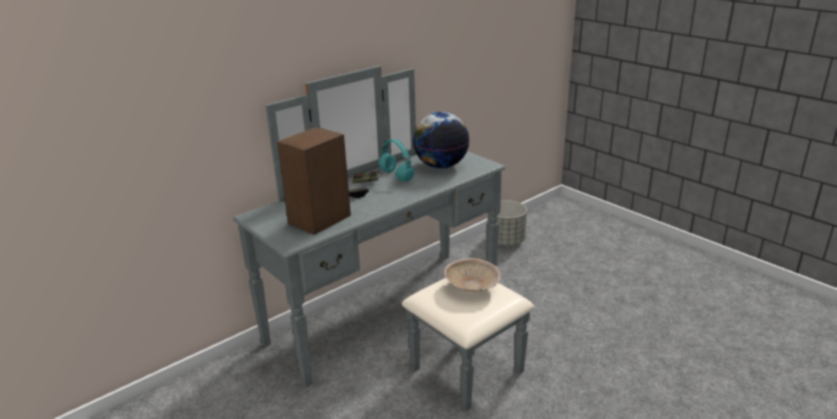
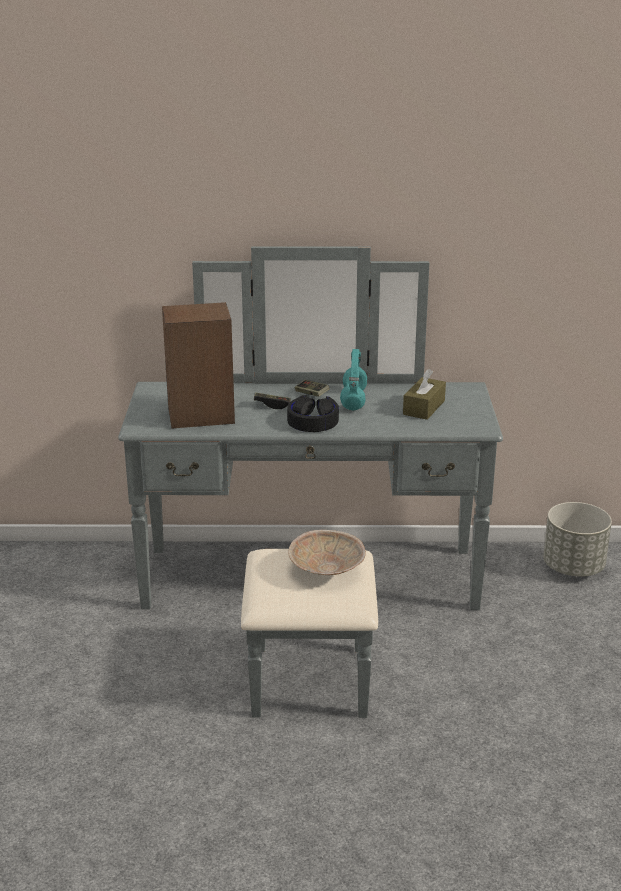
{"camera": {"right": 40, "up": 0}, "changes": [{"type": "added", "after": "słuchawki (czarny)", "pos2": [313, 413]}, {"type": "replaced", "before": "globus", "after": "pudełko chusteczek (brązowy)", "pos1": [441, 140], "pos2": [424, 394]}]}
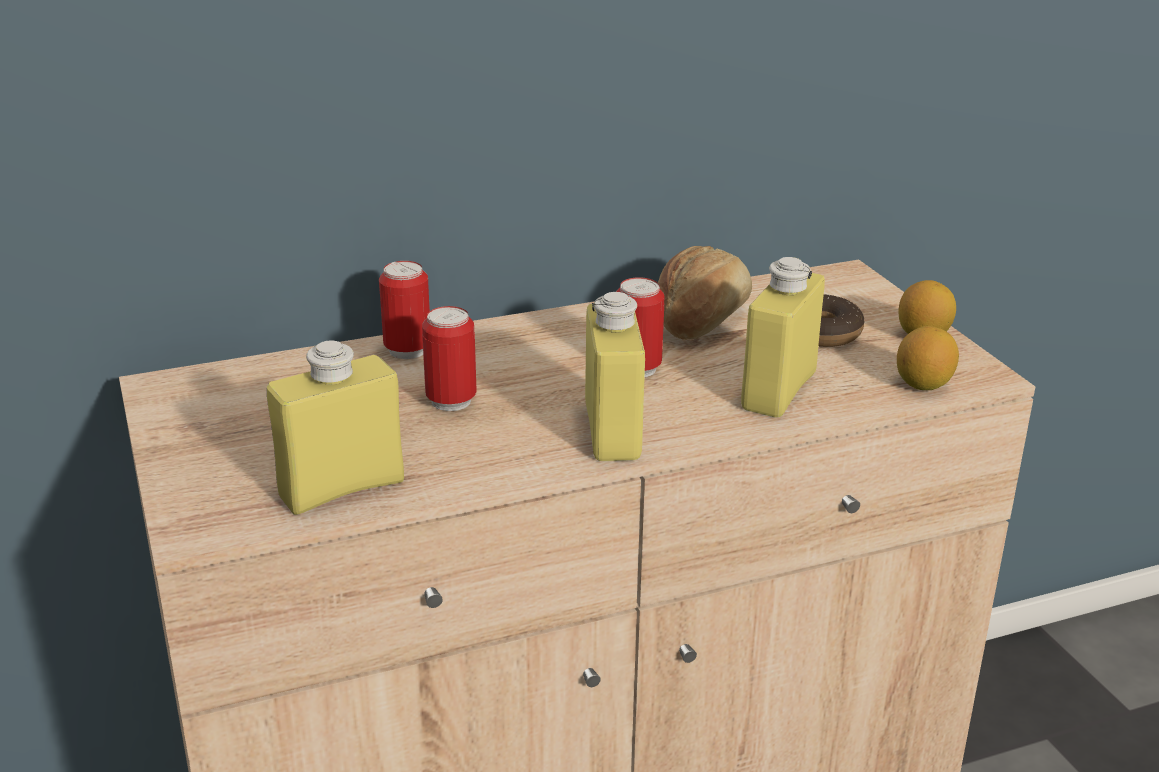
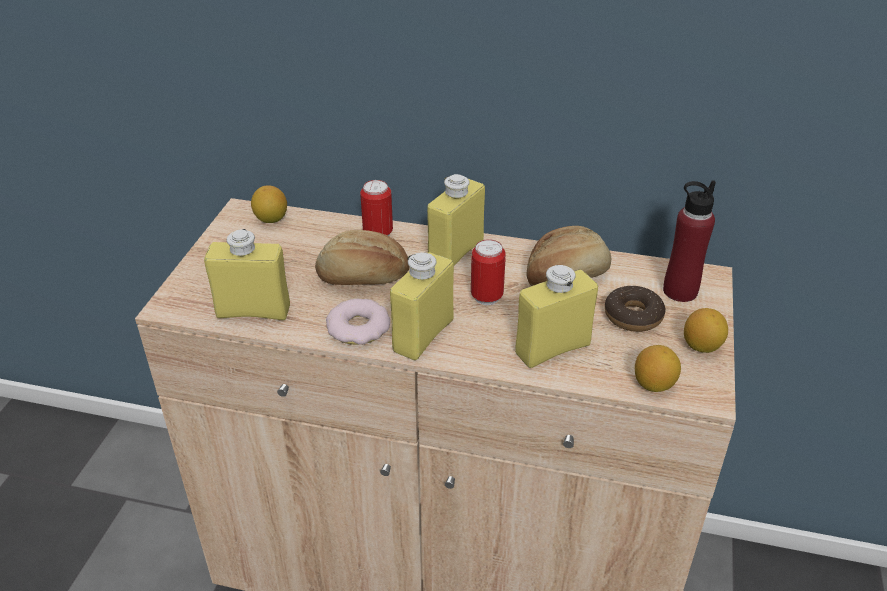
{"camera": {"right": 35, "up": 10}, "changes": [{"type": "added", "after": "cytryna", "pos2": [269, 204]}, {"type": "added", "after": "donut", "pos2": [358, 322]}, {"type": "added", "after": "butelka (żółty)", "pos2": [456, 220]}, {"type": "added", "after": "butelka (czerwony)", "pos2": [689, 241]}, {"type": "replaced", "before": "puszka", "after": "chleb", "pos1": [449, 358], "pos2": [362, 257]}]}
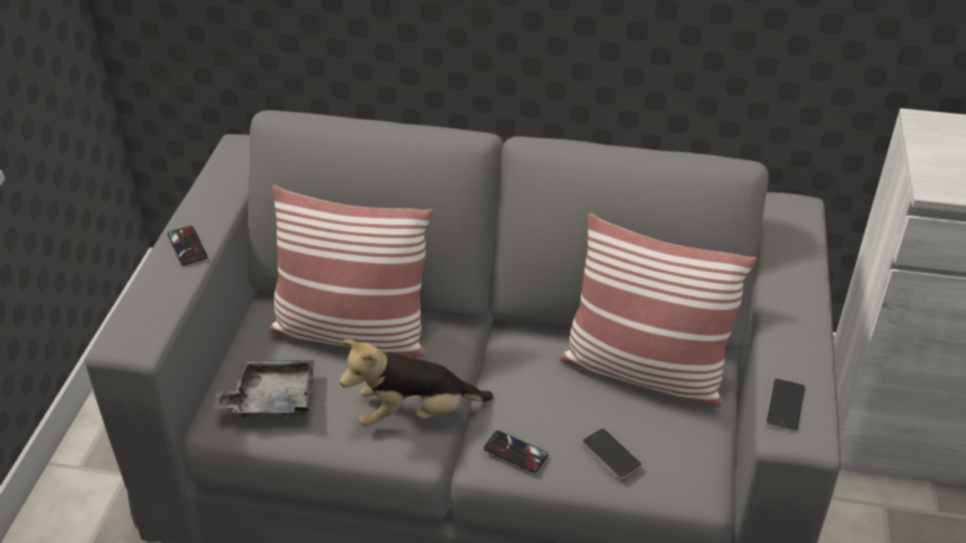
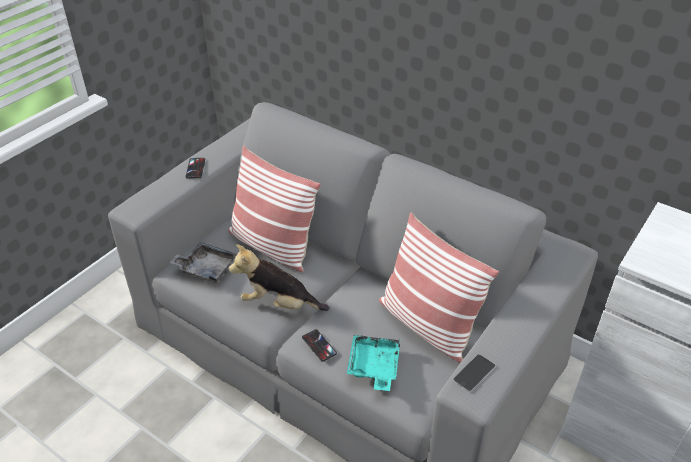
{"camera": {"right": 25, "up": 0}, "changes": [{"type": "replaced", "before": "telefon", "after": "taca (turkusowy)", "pos1": [612, 453], "pos2": [373, 363]}]}
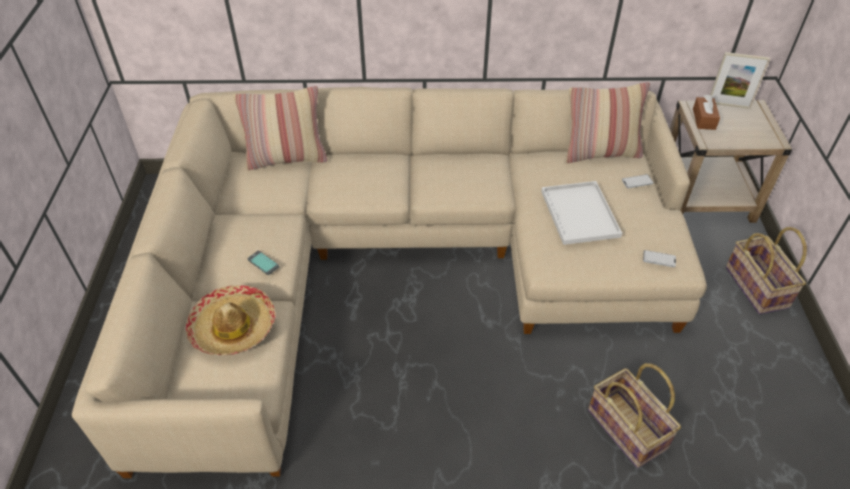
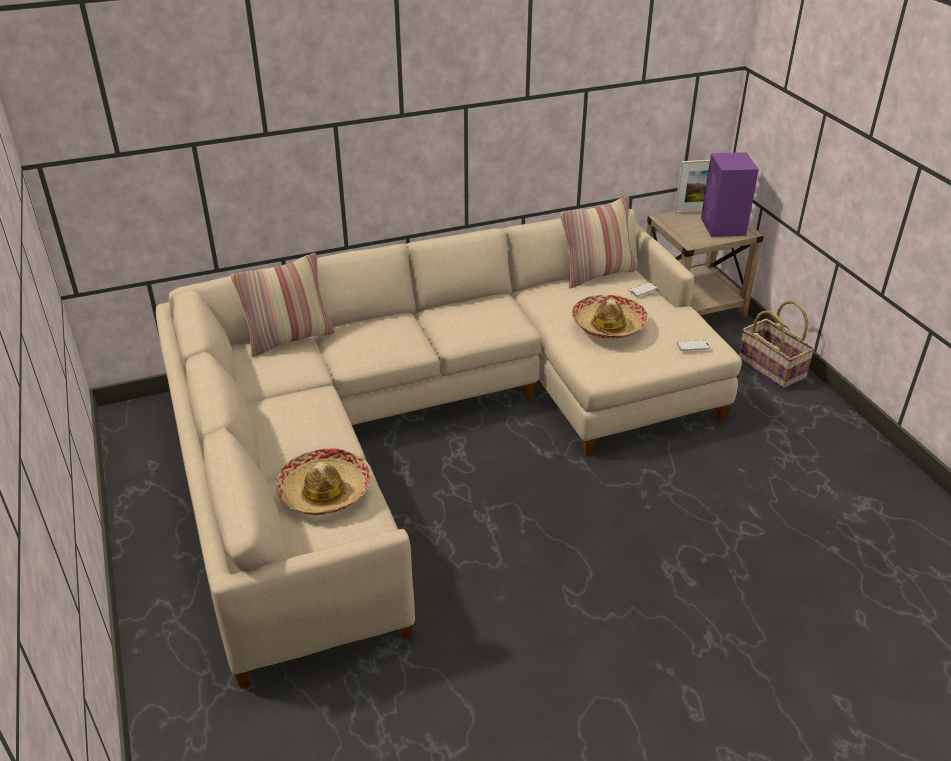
{"camera": {"right": -20, "up": -10}, "changes": [{"type": "removed", "before": "telefon", "pos1": [263, 263]}, {"type": "removed", "before": "koszyk", "pos1": [634, 415]}, {"type": "removed", "before": "pudełko chusteczek (brązowy)", "pos1": [706, 112]}, {"type": "added", "after": "głośnik (fioletowy)", "pos2": [730, 194]}, {"type": "replaced", "before": "taca (biały)", "after": "kapelusz", "pos1": [581, 213], "pos2": [610, 317]}]}
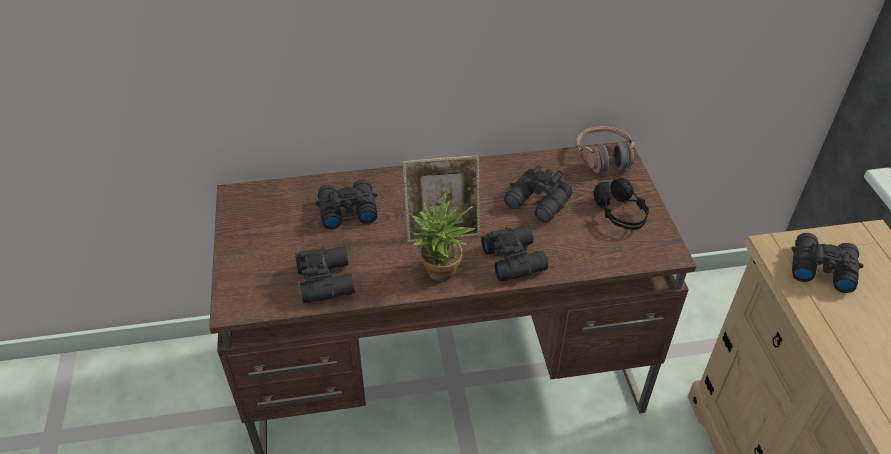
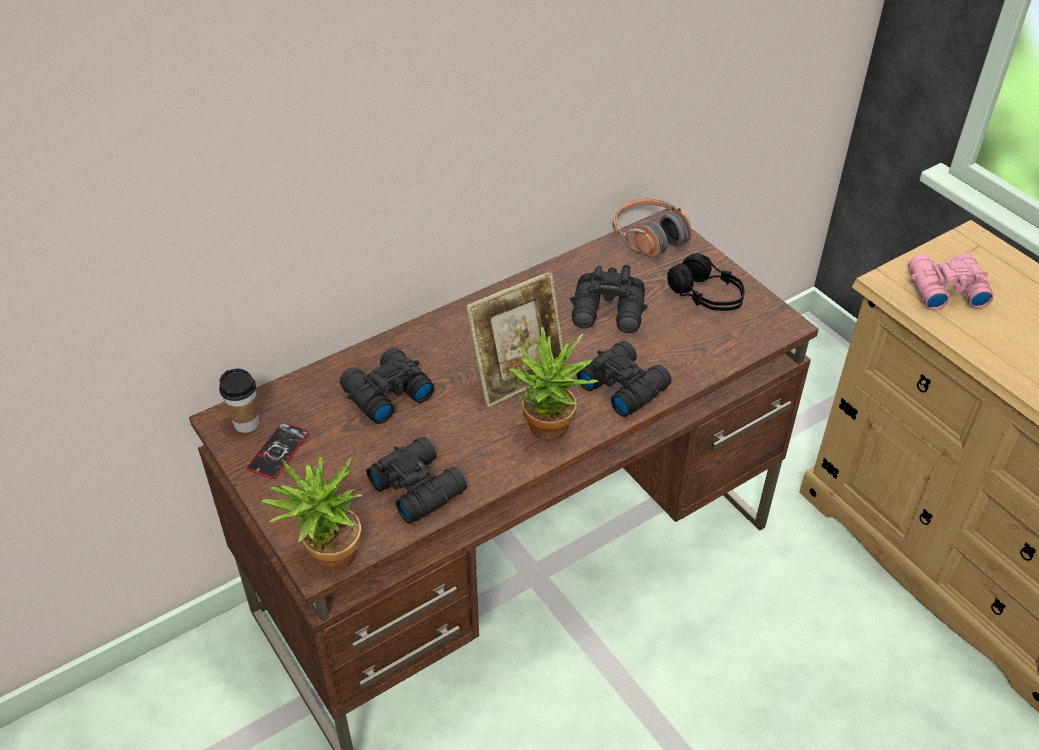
{"camera": {"right": -25, "up": 0}, "changes": [{"type": "added", "after": "filiżanka", "pos2": [239, 400]}, {"type": "added", "after": "telefon", "pos2": [278, 450]}, {"type": "added", "after": "roślina doniczkowa", "pos2": [312, 514]}, {"type": "recoloured", "before": "lornetka (czarny)", "after": "lornetka (różowy)", "pos1": [827, 263], "pos2": [950, 281]}]}
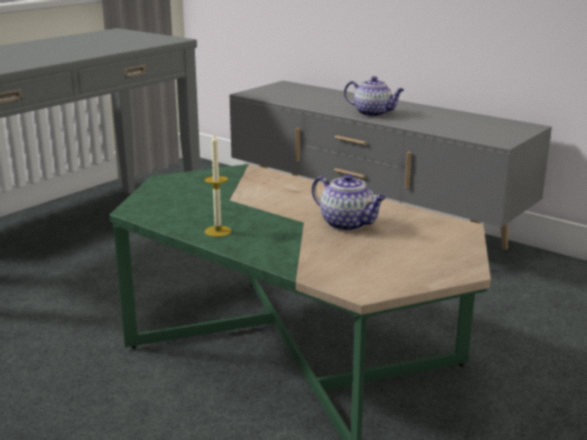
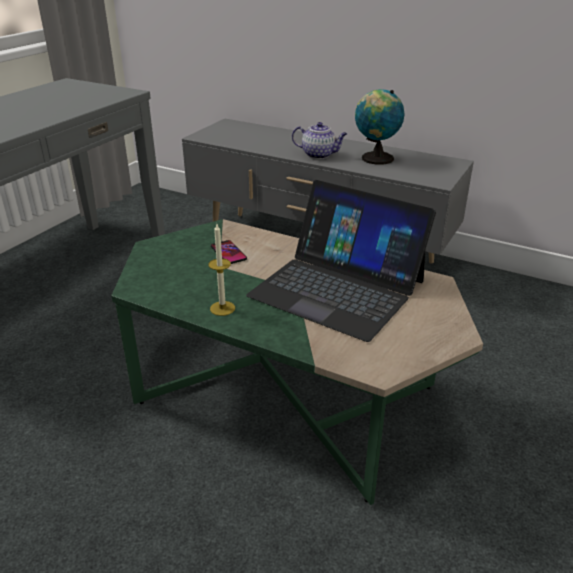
{"camera": {"right": -10, "up": 10}, "changes": [{"type": "added", "after": "telefon", "pos2": [229, 252]}, {"type": "added", "after": "globus", "pos2": [380, 126]}, {"type": "replaced", "before": "imbryk", "after": "laptop", "pos1": [349, 202], "pos2": [341, 261]}]}
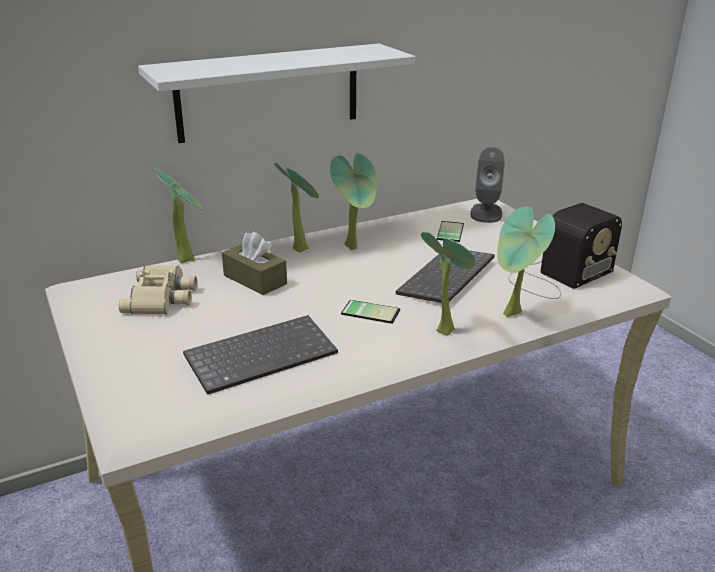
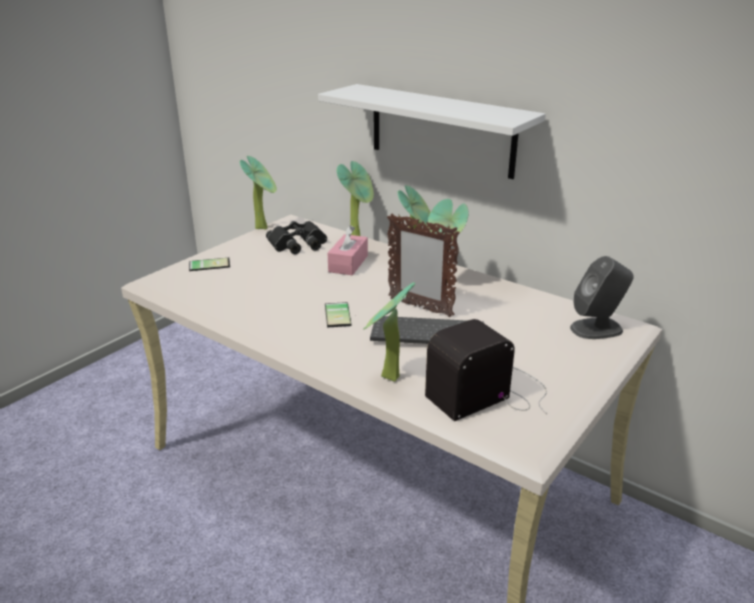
{"camera": {"right": 65, "up": 0}, "changes": [{"type": "removed", "before": "klawiatura", "pos1": [260, 355]}, {"type": "added", "after": "ramka na zdjęcie", "pos2": [423, 265]}, {"type": "moved", "before": "roślina doniczkowa", "pos1": [448, 283], "pos2": [258, 193]}, {"type": "moved", "before": "telefon", "pos1": [450, 231], "pos2": [209, 264]}, {"type": "recoloured", "before": "lornetka (beżowy)", "after": "lornetka (czarny)", "pos1": [158, 289], "pos2": [296, 237]}, {"type": "recoloured", "before": "pudełko chusteczek (brązowy)", "after": "pudełko chusteczek (różowy)", "pos1": [254, 263], "pos2": [348, 250]}, {"type": "turned", "before": "radio", "pos1": [565, 251], "pos2": [486, 370], "turn": 120}]}
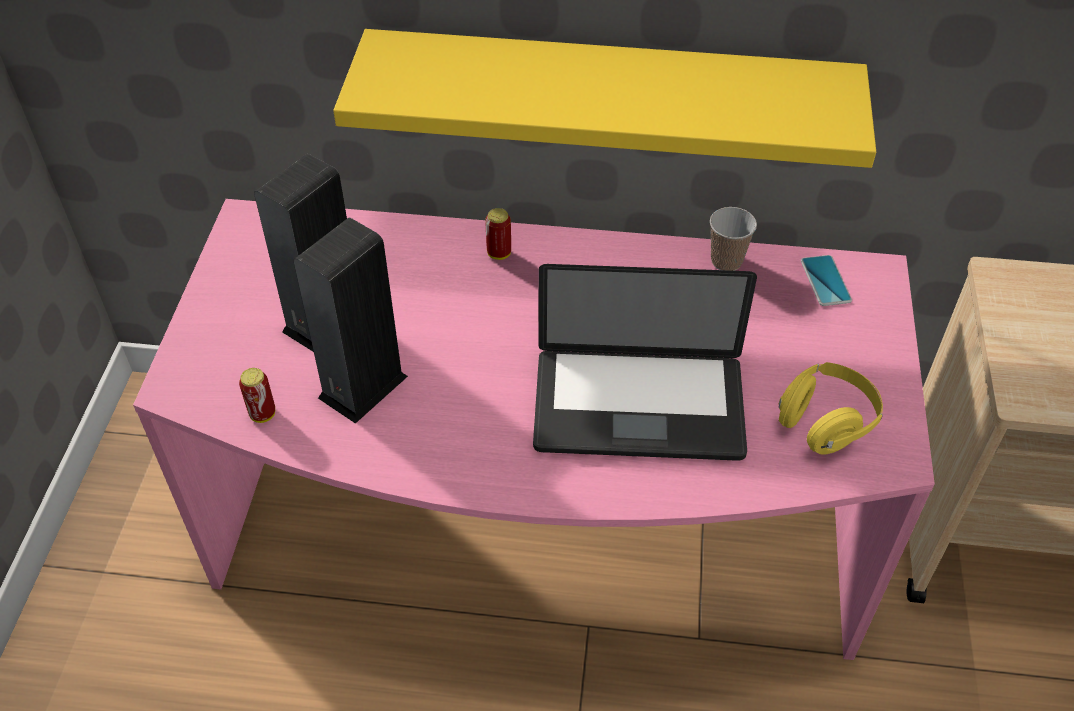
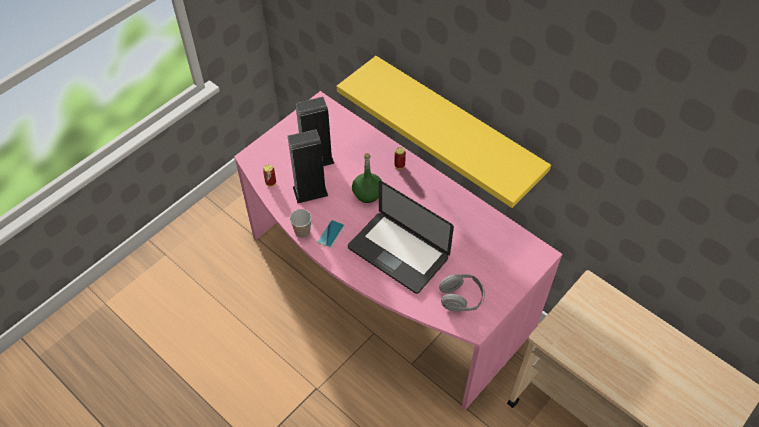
{"camera": {"right": 35, "up": 5}, "changes": [{"type": "added", "after": "butelka (zielony)", "pos2": [367, 178]}, {"type": "moved", "before": "filiżanka", "pos1": [733, 239], "pos2": [301, 223]}, {"type": "moved", "before": "telefon", "pos1": [826, 280], "pos2": [331, 234]}, {"type": "recoloured", "before": "słuchawki (żółty)", "after": "słuchawki (szary)", "pos1": [831, 408], "pos2": [462, 293]}]}
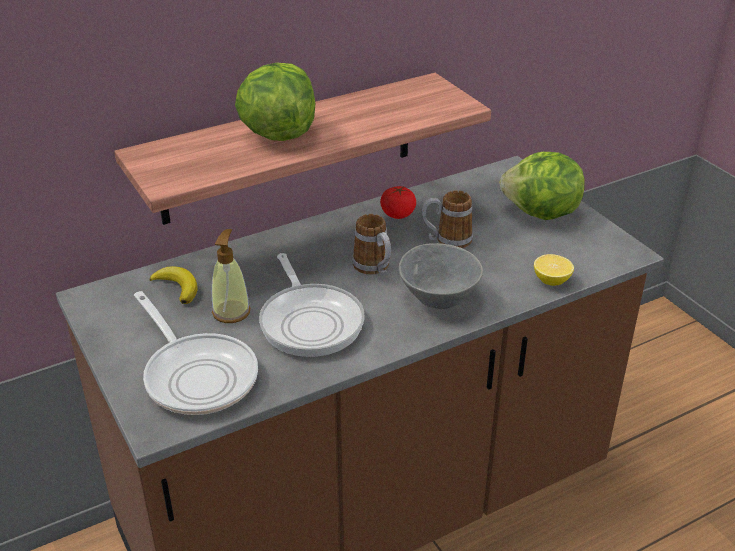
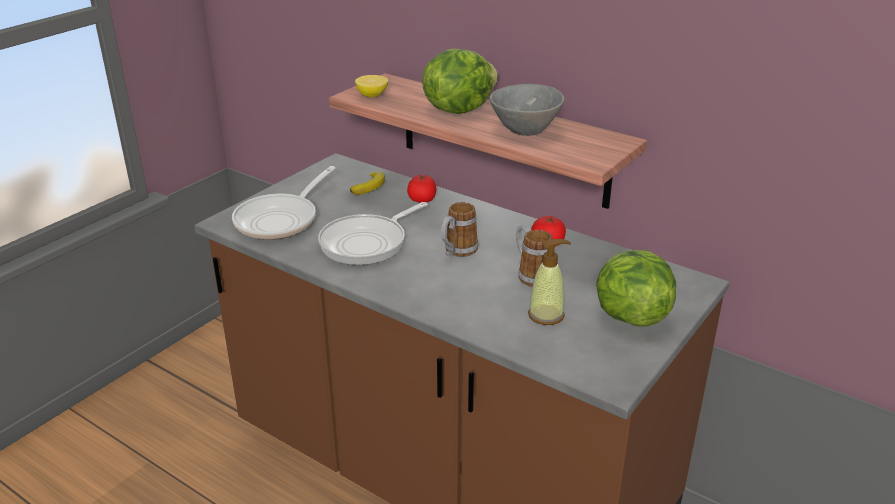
{"camera": {"right": 65, "up": -5}, "changes": [{"type": "added", "after": "pomidor", "pos2": [421, 189]}, {"type": "moved", "before": "dozownik mydła", "pos1": [231, 276], "pos2": [549, 282]}, {"type": "moved", "before": "miska (szary)", "pos1": [441, 276], "pos2": [527, 110]}, {"type": "moved", "before": "cytryna", "pos1": [554, 270], "pos2": [371, 86]}]}
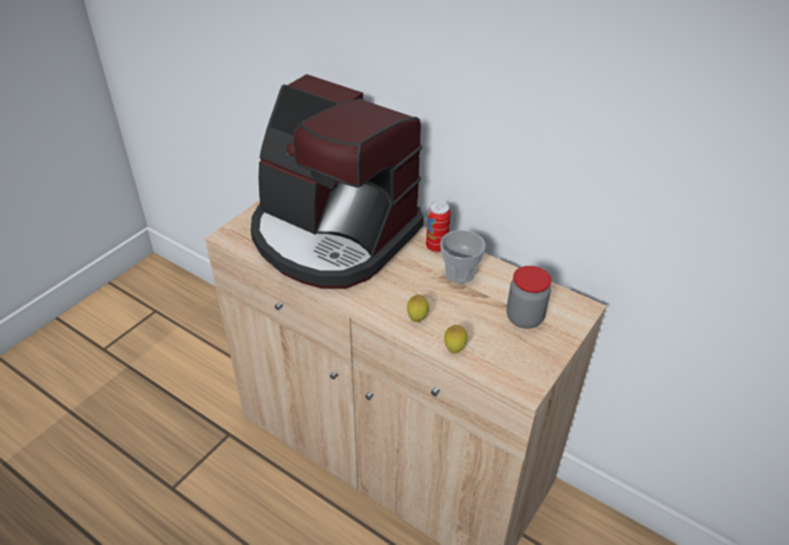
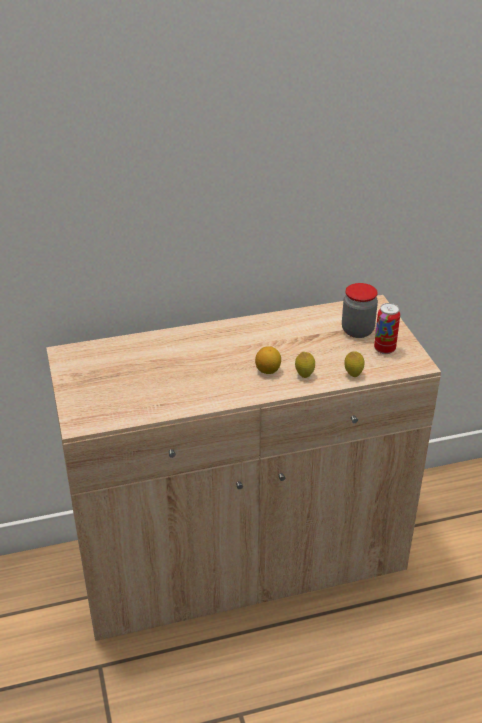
{"camera": {"right": -50, "up": -5}, "changes": [{"type": "removed", "before": "ekspres do kawy", "pos1": [337, 181]}, {"type": "removed", "before": "filiżanka", "pos1": [462, 257]}, {"type": "added", "after": "cytryna", "pos2": [268, 360]}, {"type": "moved", "before": "puszka", "pos1": [438, 227], "pos2": [387, 328]}]}
